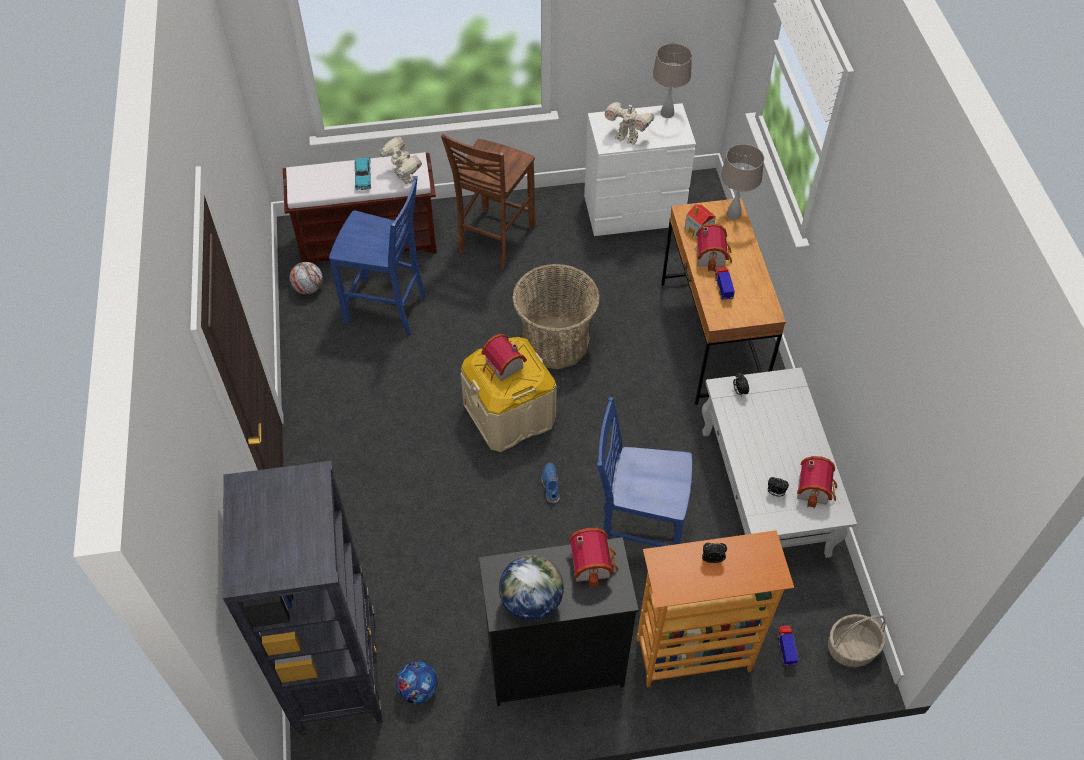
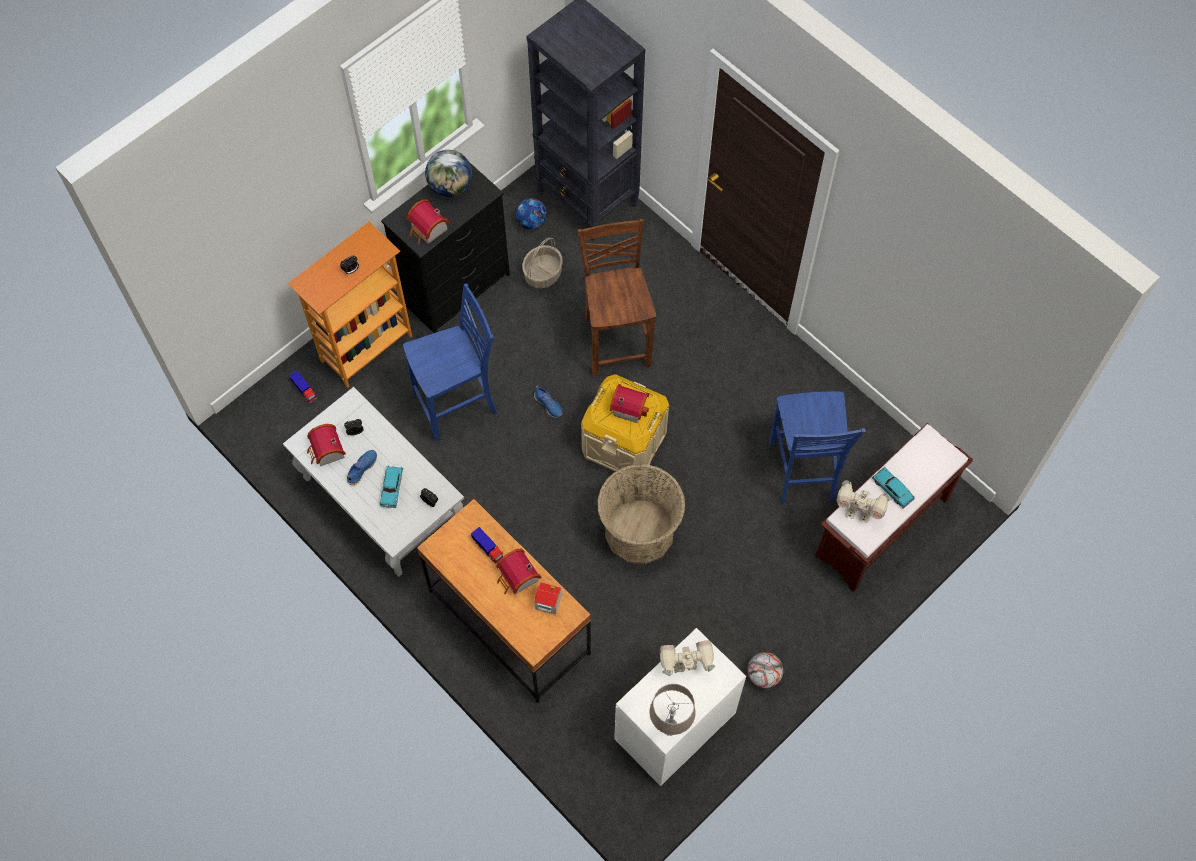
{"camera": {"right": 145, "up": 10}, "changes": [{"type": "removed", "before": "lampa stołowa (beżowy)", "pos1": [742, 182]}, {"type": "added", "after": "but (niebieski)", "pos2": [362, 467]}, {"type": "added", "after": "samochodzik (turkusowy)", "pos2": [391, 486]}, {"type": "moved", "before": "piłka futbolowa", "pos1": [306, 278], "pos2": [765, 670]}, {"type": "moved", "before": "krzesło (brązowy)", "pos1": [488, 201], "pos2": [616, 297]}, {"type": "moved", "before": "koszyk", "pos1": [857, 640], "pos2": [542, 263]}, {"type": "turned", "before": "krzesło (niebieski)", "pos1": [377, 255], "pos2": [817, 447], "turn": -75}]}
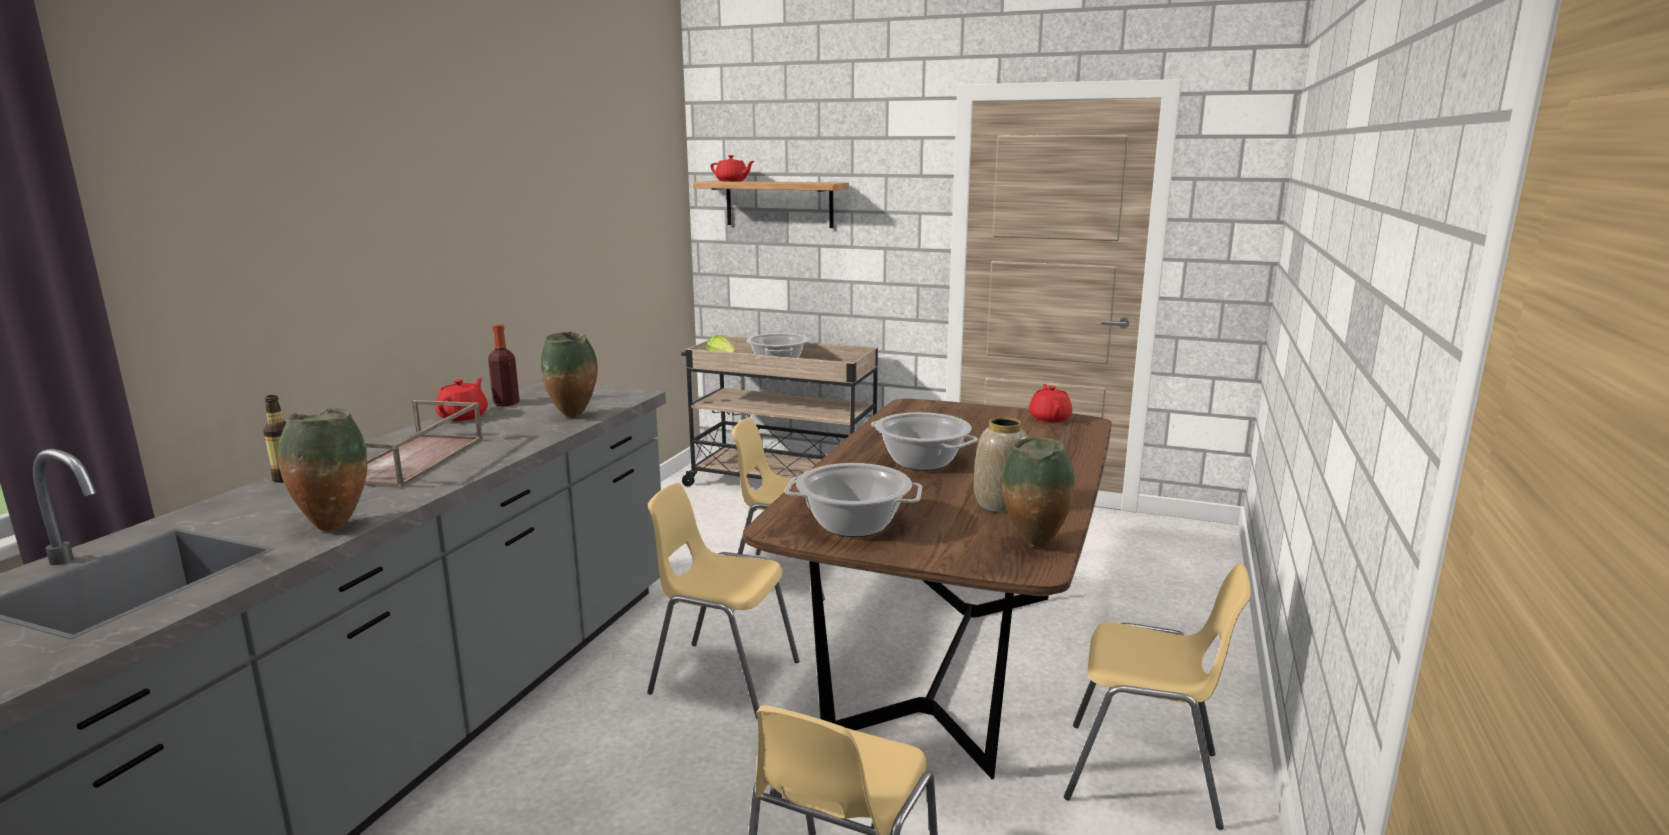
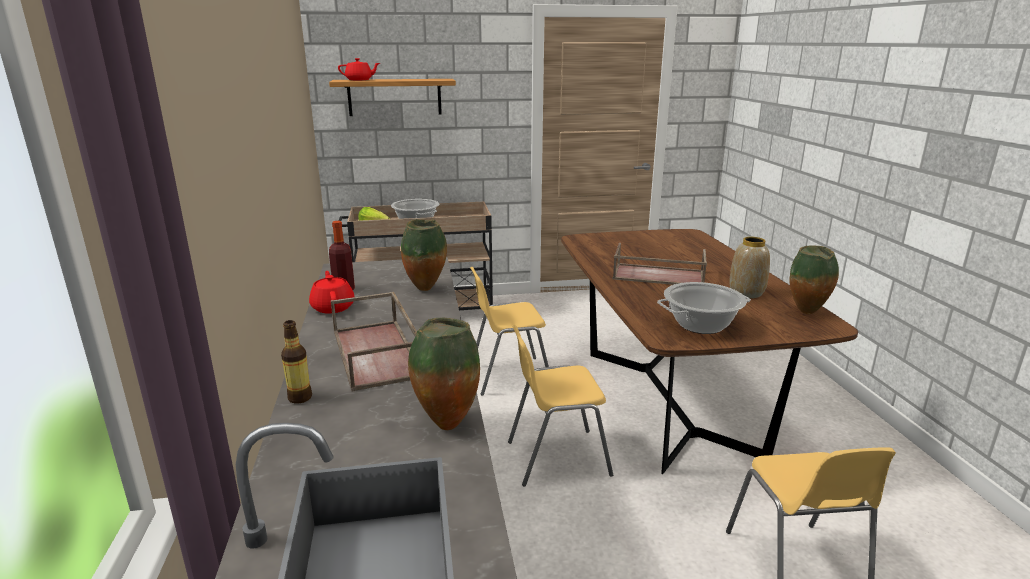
{"camera": {"right": -30, "up": 5}, "changes": [{"type": "removed", "before": "imbryk (czerwony)", "pos1": [1050, 403]}, {"type": "removed", "before": "krzesło (żółty)", "pos1": [1157, 696]}, {"type": "replaced", "before": "garnek", "after": "taca (brązowy)", "pos1": [924, 441], "pos2": [660, 264]}]}
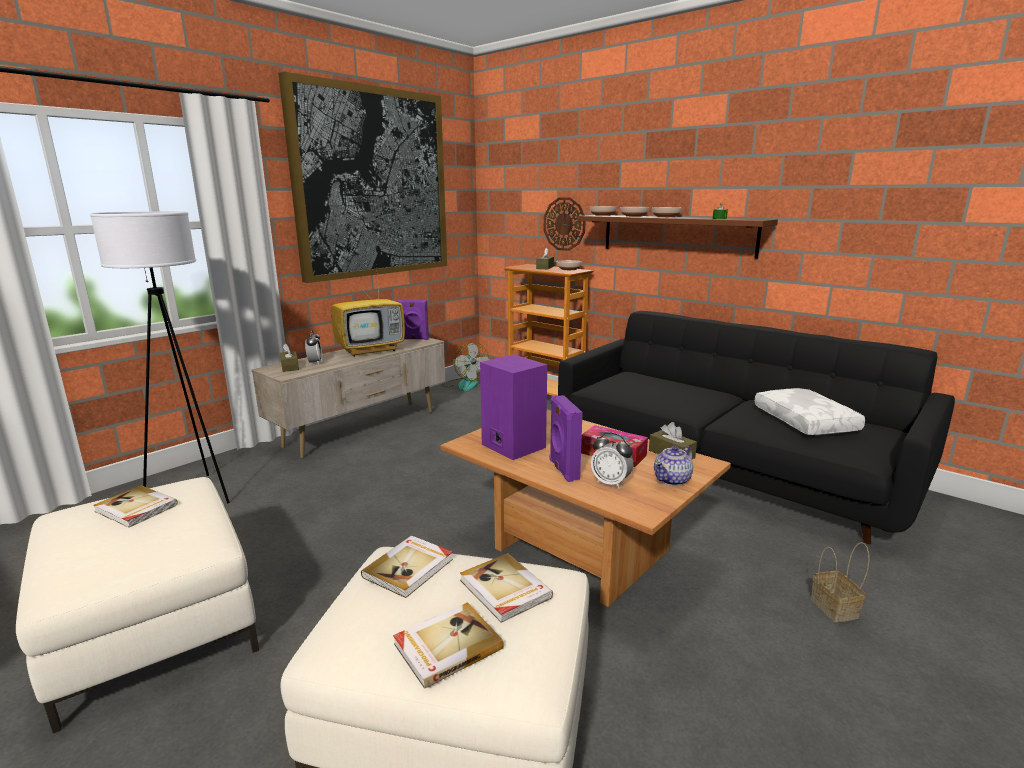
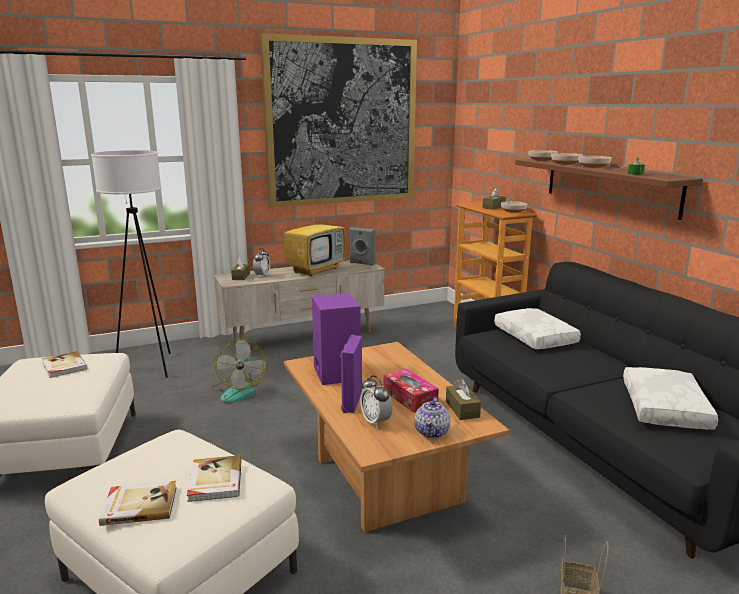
{"camera": {"right": 25, "up": 0}, "changes": [{"type": "removed", "before": "książka", "pos1": [407, 566]}, {"type": "removed", "before": "zegar ścienny", "pos1": [564, 224]}, {"type": "added", "after": "poduszka (biały)", "pos2": [537, 328]}, {"type": "moved", "before": "wentylator", "pos1": [465, 366], "pos2": [239, 371]}, {"type": "recoloured", "before": "głośnik (fioletowy)", "after": "głośnik (szary)", "pos1": [413, 320], "pos2": [362, 246]}, {"type": "turned", "before": "telewizor", "pos1": [368, 311], "pos2": [315, 243], "turn": -45}, {"type": "turned", "before": "imbryk", "pos1": [673, 466], "pos2": [432, 417], "turn": -60}]}
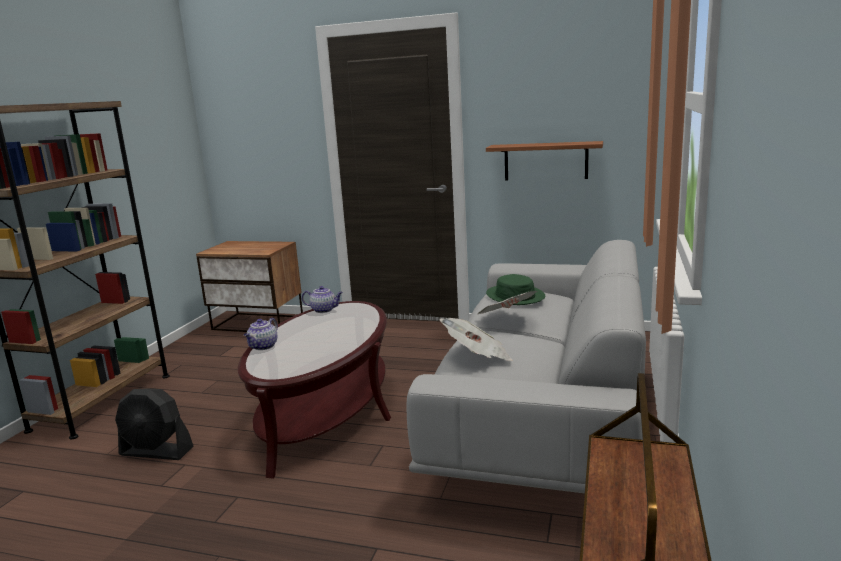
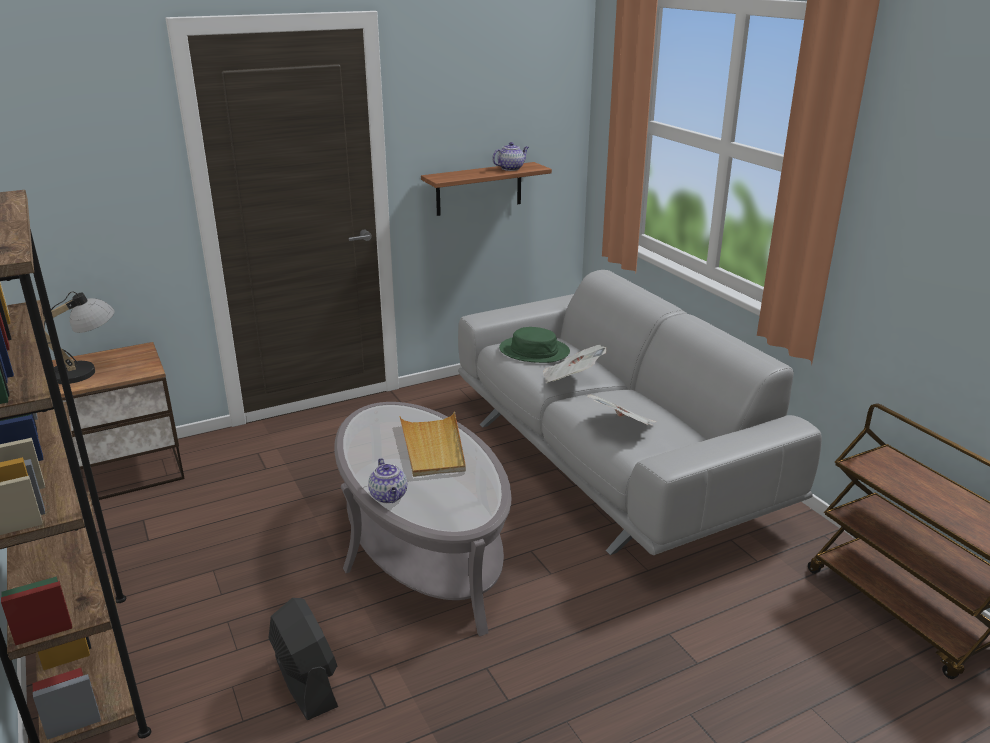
{"camera": {"right": -45, "up": 10}, "changes": [{"type": "added", "after": "lampa stołowa", "pos2": [79, 338]}, {"type": "added", "after": "taca (beżowy)", "pos2": [433, 444]}, {"type": "moved", "before": "imbryk", "pos1": [322, 299], "pos2": [510, 156]}, {"type": "recoloured", "before": "ława (brązowy)", "after": "ława (szary)", "pos1": [314, 390], "pos2": [422, 519]}, {"type": "turned", "before": "wentylator (czarny)", "pos1": [154, 424], "pos2": [303, 659], "turn": -90}]}
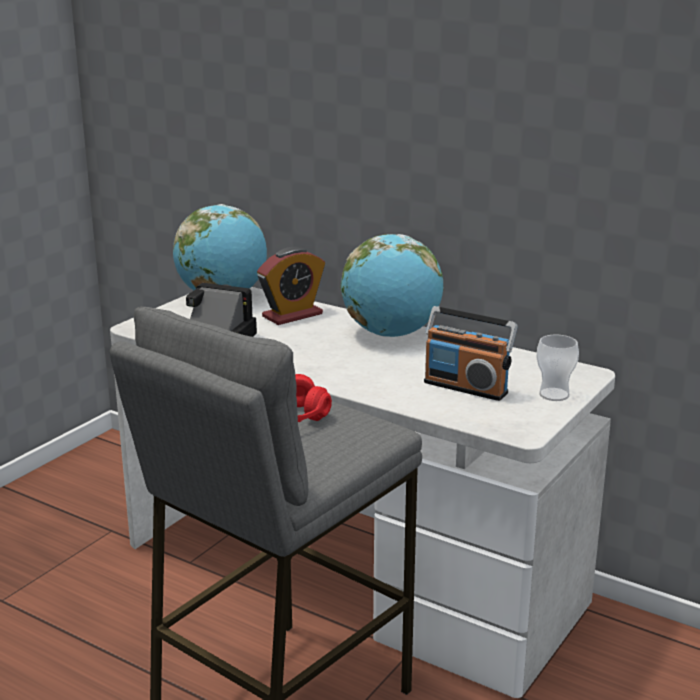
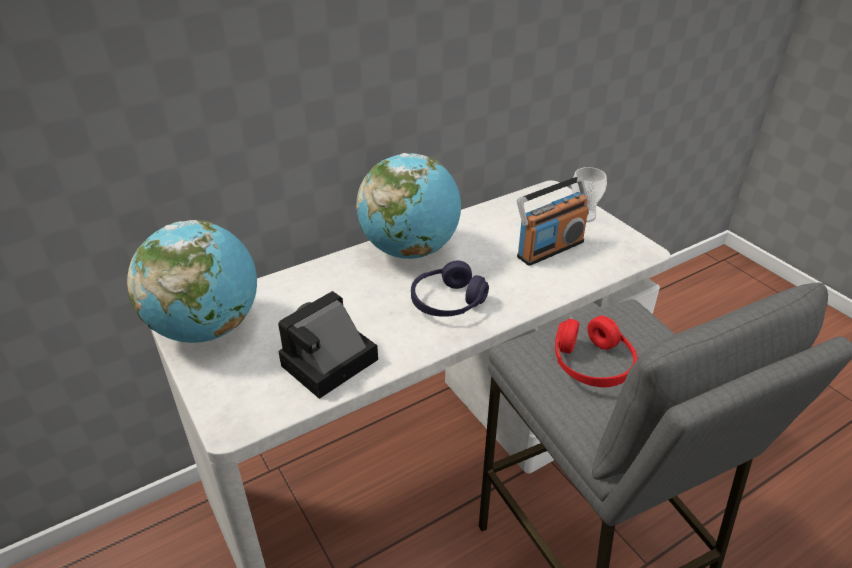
{"camera": {"right": -65, "up": 15}, "changes": [{"type": "removed", "before": "budzik", "pos1": [291, 286]}, {"type": "added", "after": "słuchawki (fioletowy)", "pos2": [450, 289]}]}
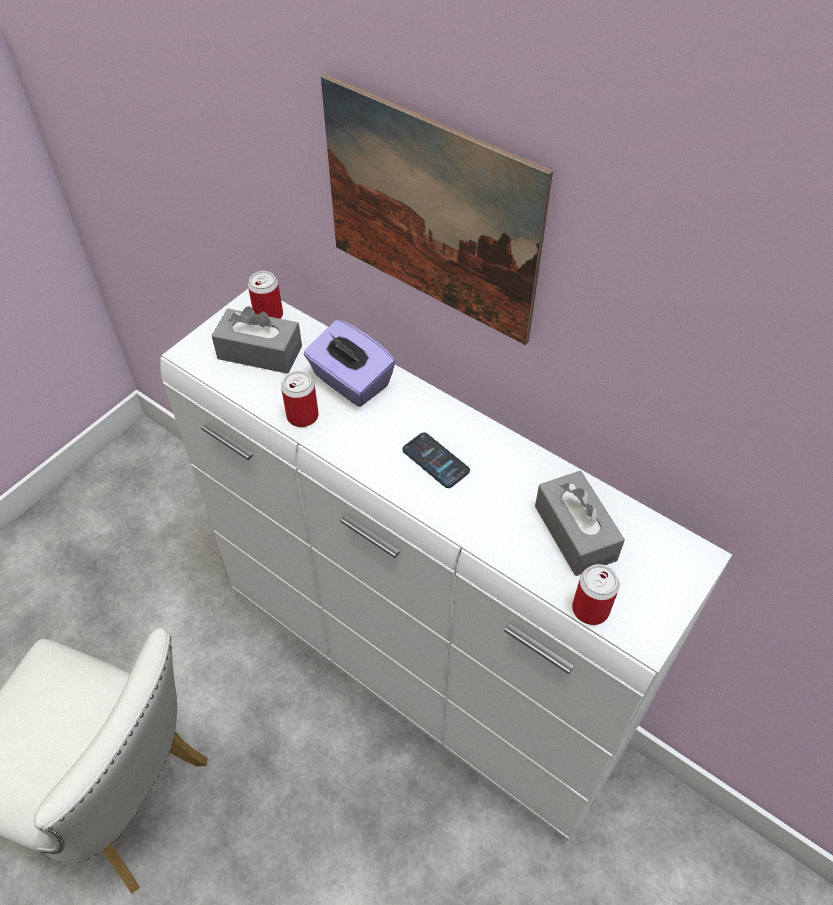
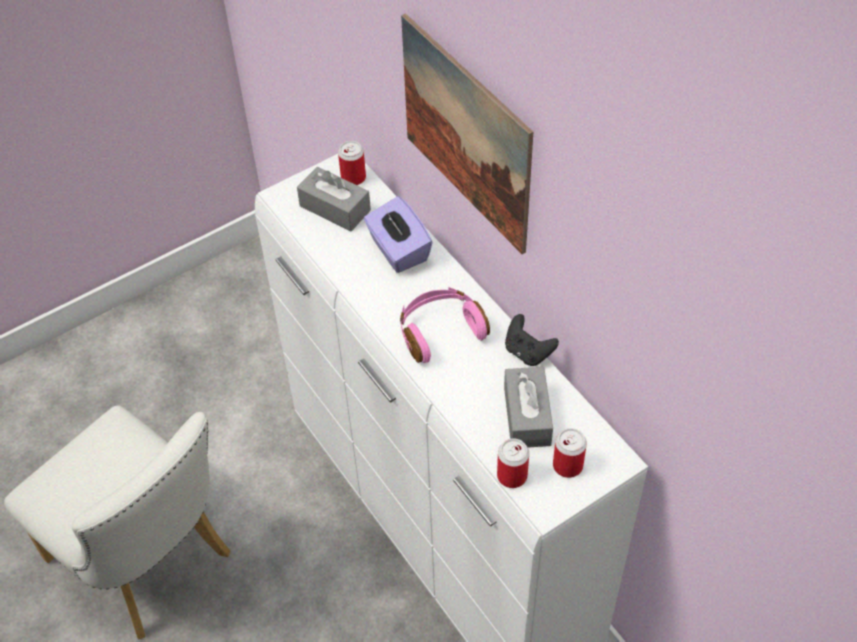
{"camera": {"right": 20, "up": 0}, "changes": [{"type": "added", "after": "pad do gier (czarny)", "pos2": [532, 340]}, {"type": "moved", "before": "puszka", "pos1": [300, 399], "pos2": [570, 453]}, {"type": "replaced", "before": "telefon", "after": "słuchawki (różowy)", "pos1": [436, 460], "pos2": [445, 325]}]}
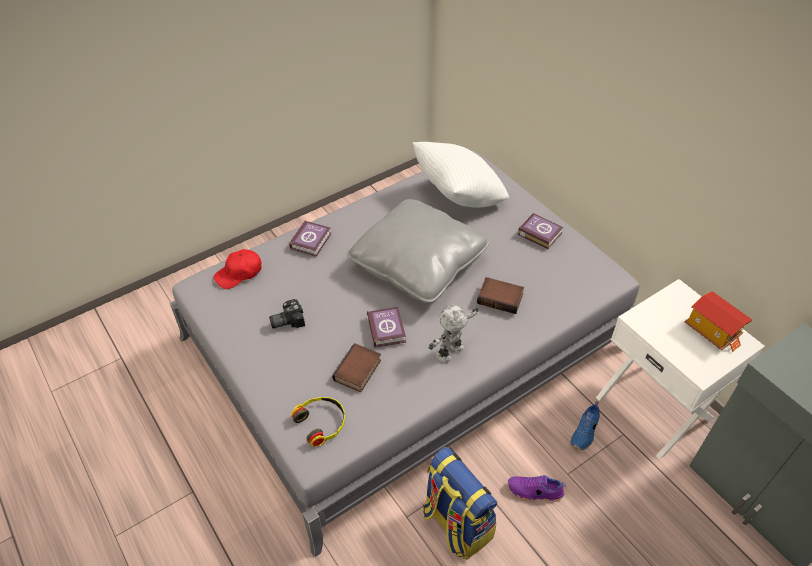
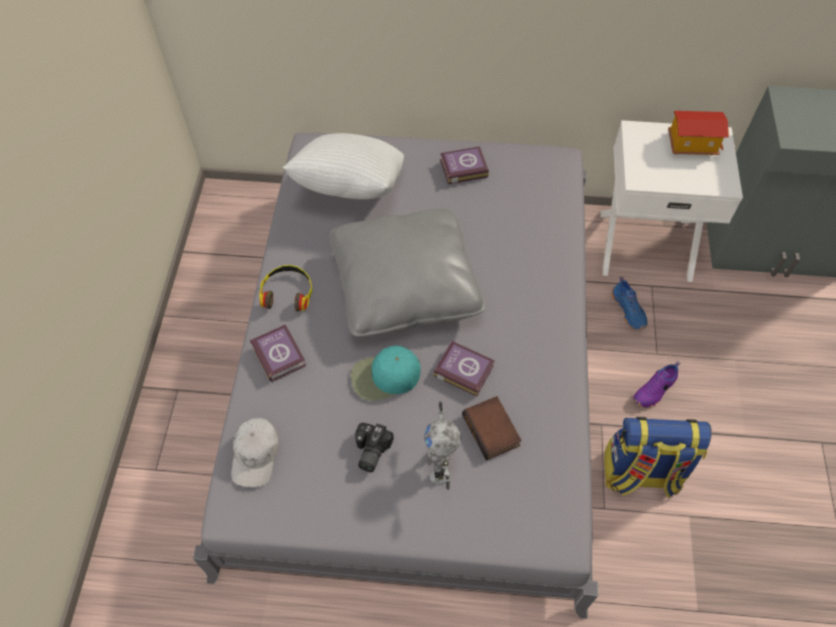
{"camera": {"right": -50, "up": 10}, "changes": [{"type": "removed", "before": "książka", "pos1": [500, 295]}, {"type": "added", "after": "czapka z daszkiem (turkusowy)", "pos2": [386, 373]}, {"type": "moved", "before": "słuchawki", "pos1": [318, 422], "pos2": [285, 288]}, {"type": "moved", "before": "robot zabawkowy", "pos1": [454, 333], "pos2": [442, 446]}, {"type": "recoloured", "before": "czapka z daszkiem (czerwony)", "after": "czapka z daszkiem (biały)", "pos1": [238, 269], "pos2": [255, 452]}]}
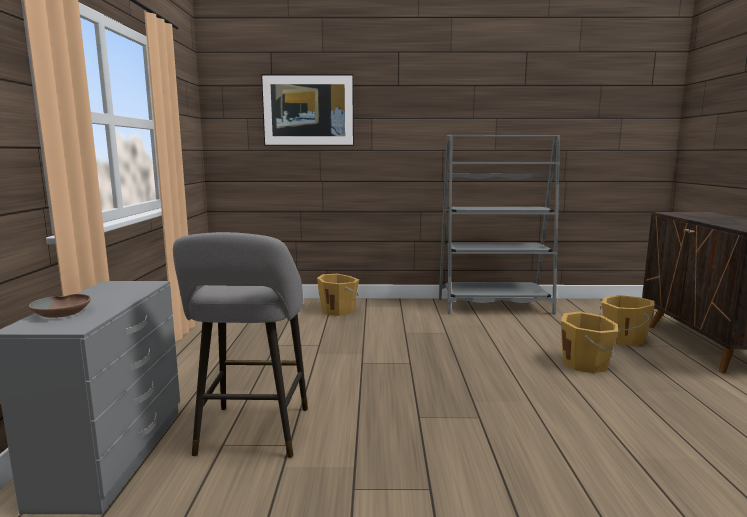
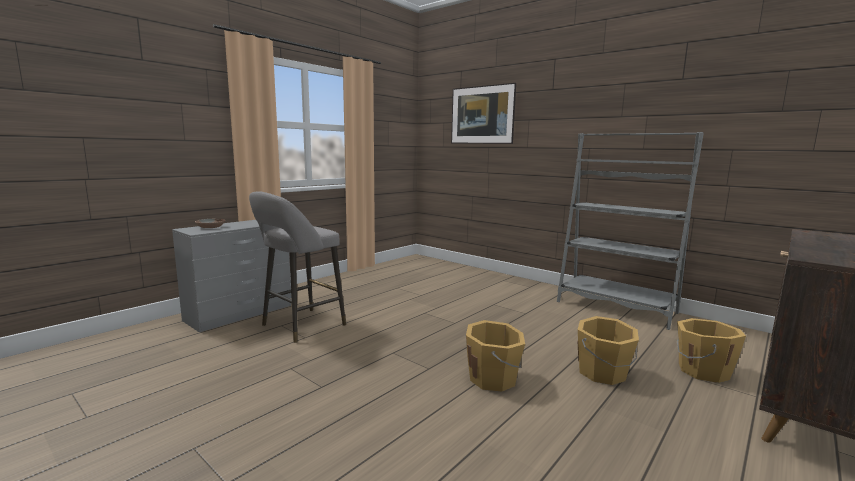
{"camera": {"right": 40, "up": 0}, "changes": [{"type": "moved", "before": "wiadro (pomarańczowy)", "pos1": [338, 295], "pos2": [495, 355]}]}
